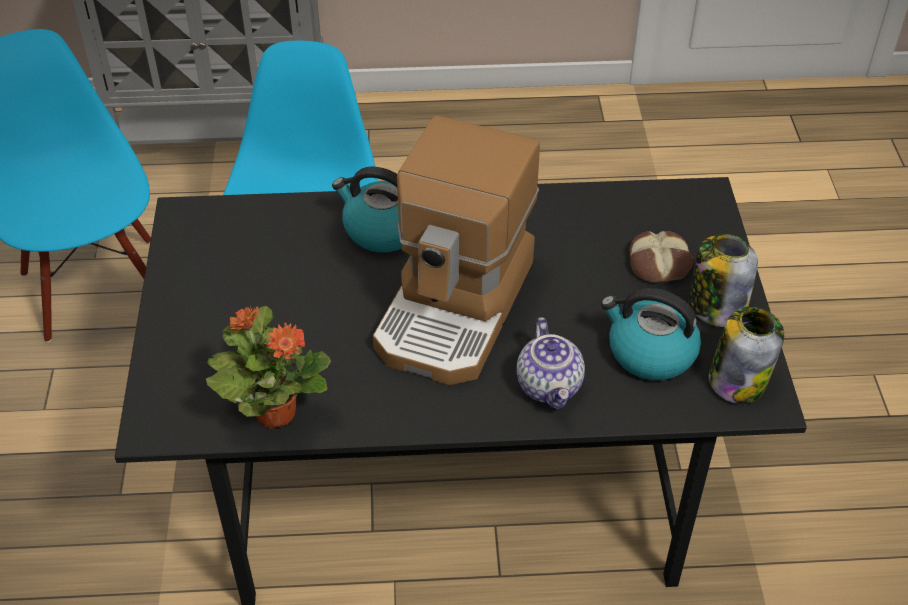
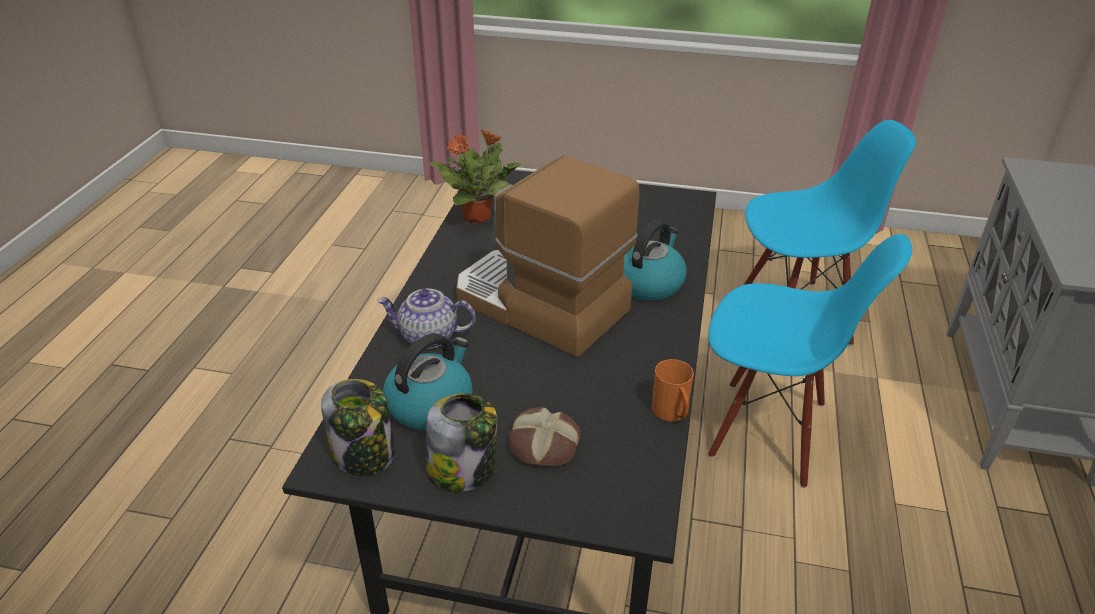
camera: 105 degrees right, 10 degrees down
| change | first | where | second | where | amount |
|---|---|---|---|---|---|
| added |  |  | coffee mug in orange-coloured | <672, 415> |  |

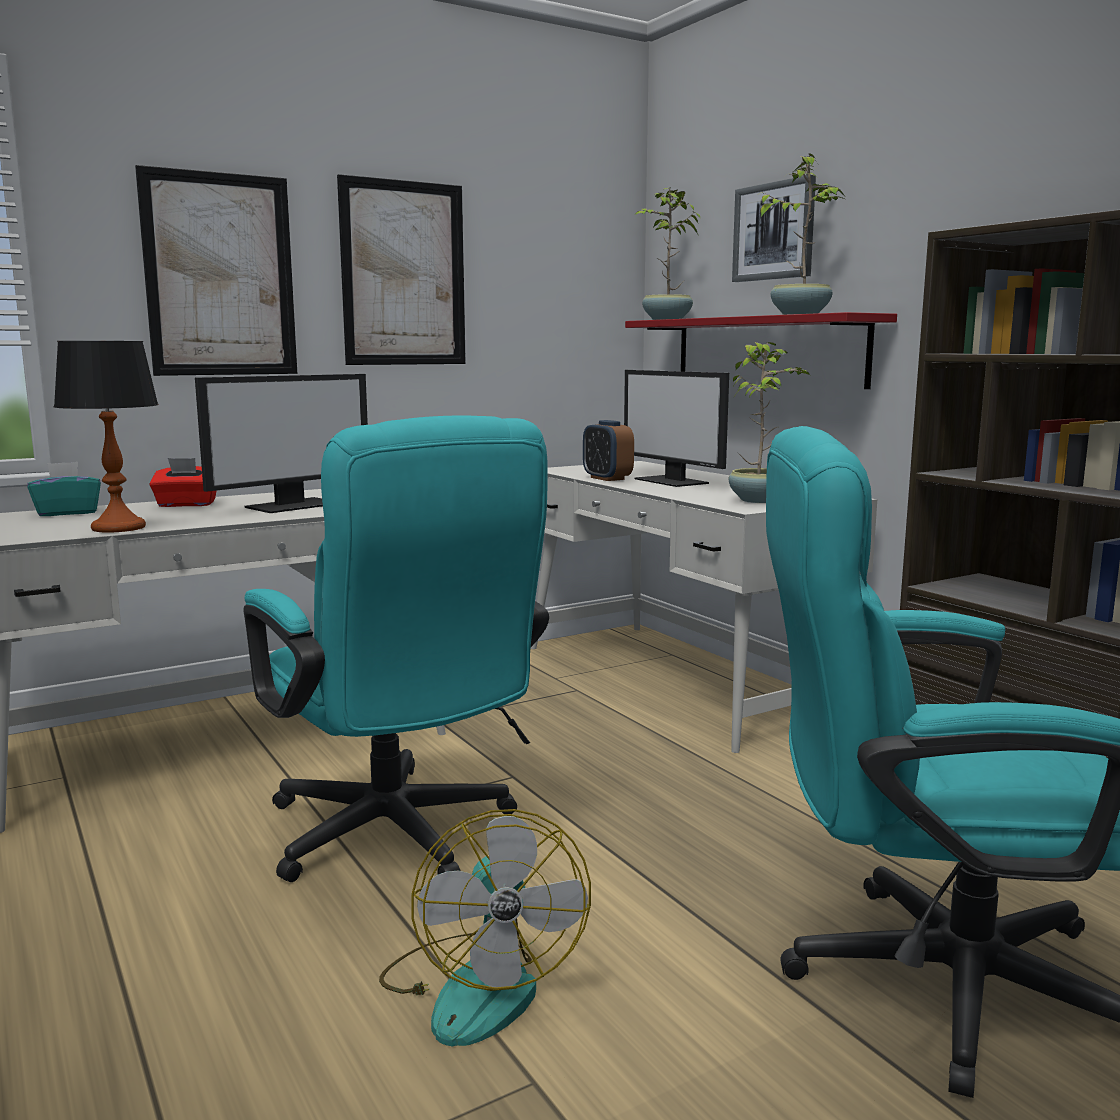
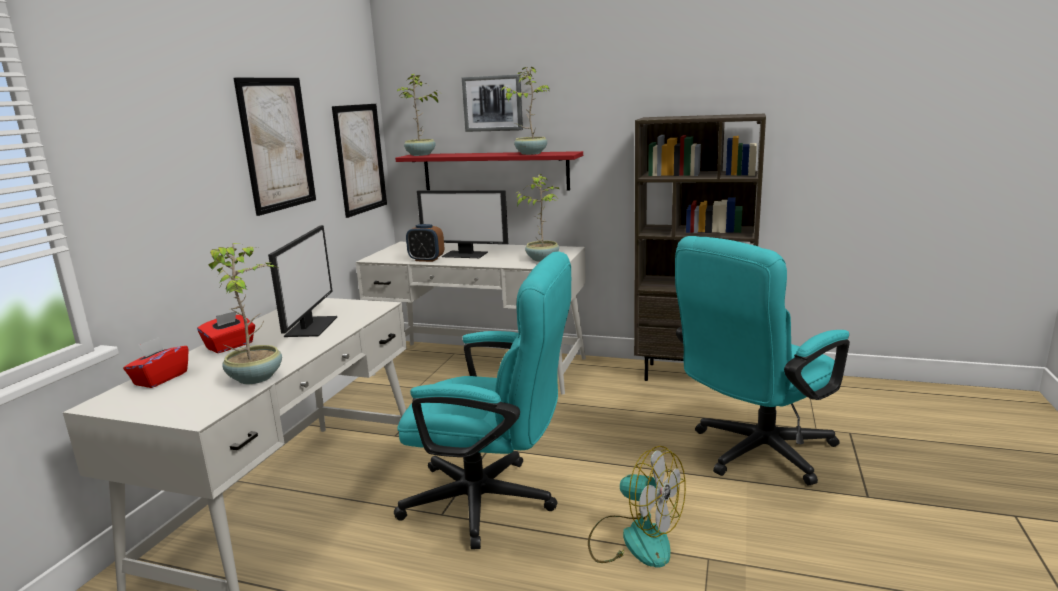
camera: 40 degrees left, 5 degrees up
| change | first | where | second | where | amount |
|---|---|---|---|---|---|
| moved | picture | <220, 275> |  | <360, 159> |  |
| replaced | table lamp | <118, 528> | houseplant | <257, 377> |  |
| recoloured | box of tissues in blue-green | <67, 512> | box of tissues in red-coloured | <160, 378> |  |

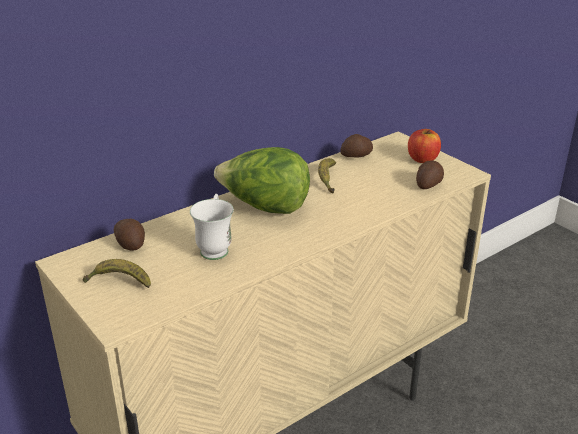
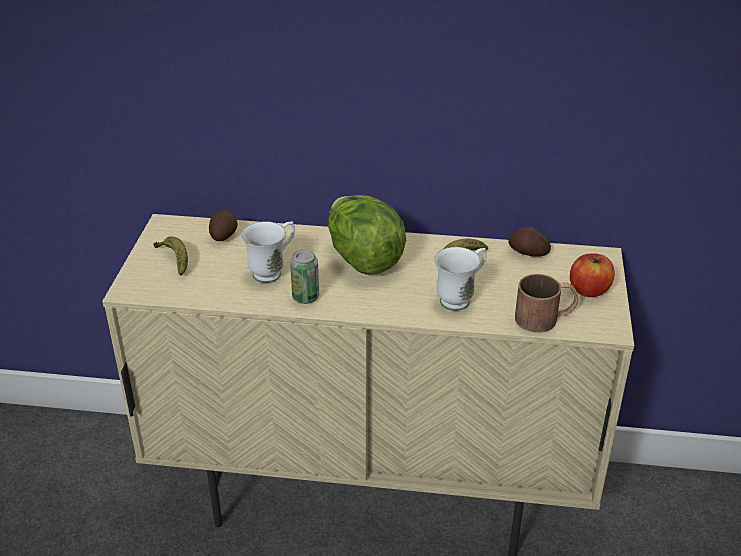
camera: 45 degrees right, 5 degrees up
| change | first | where | second | where | amount |
|---|---|---|---|---|---|
| added |  |  | can | <305, 297> |  |
| added |  |  | coffee mug in white | <460, 298> |  |
| replaced | potato | <428, 184> | coffee mug in brown-coloured | <545, 318> |  |

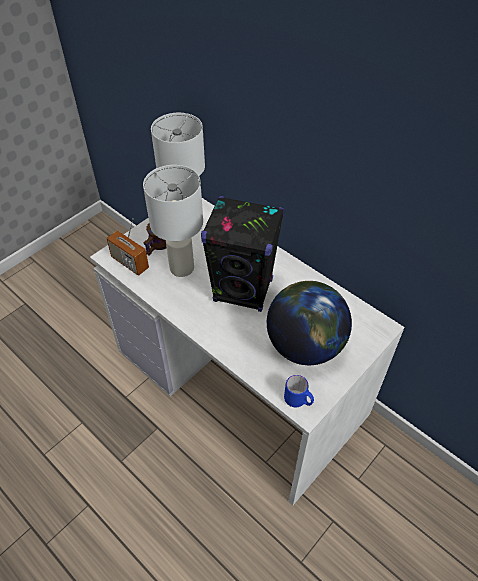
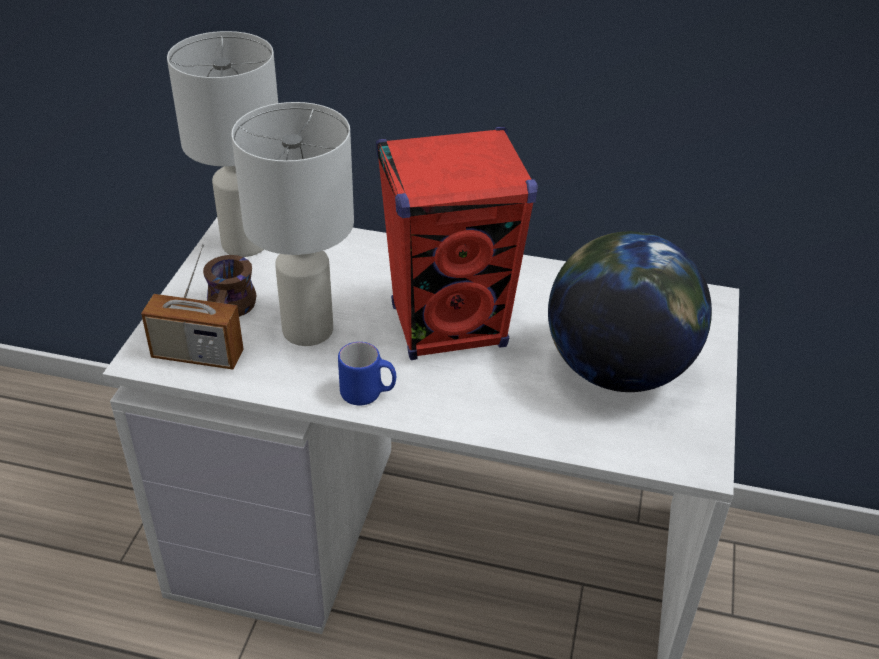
camera: 30 degrees left, 10 degrees down
| change | first | where | second | where | amount |
|---|---|---|---|---|---|
| moved | coffee mug in bluish | <298, 401> |  | <368, 394> |  |
| recoloured | loudspeaker in black-coloured | <243, 291> | loudspeaker in red-coloured | <449, 326> |  |

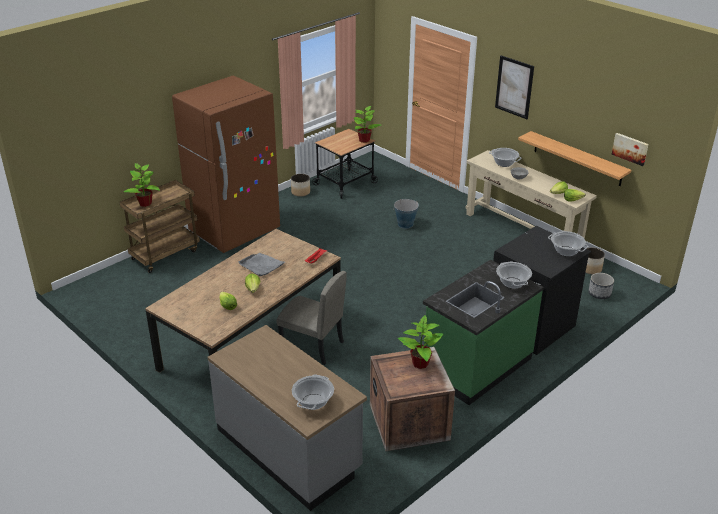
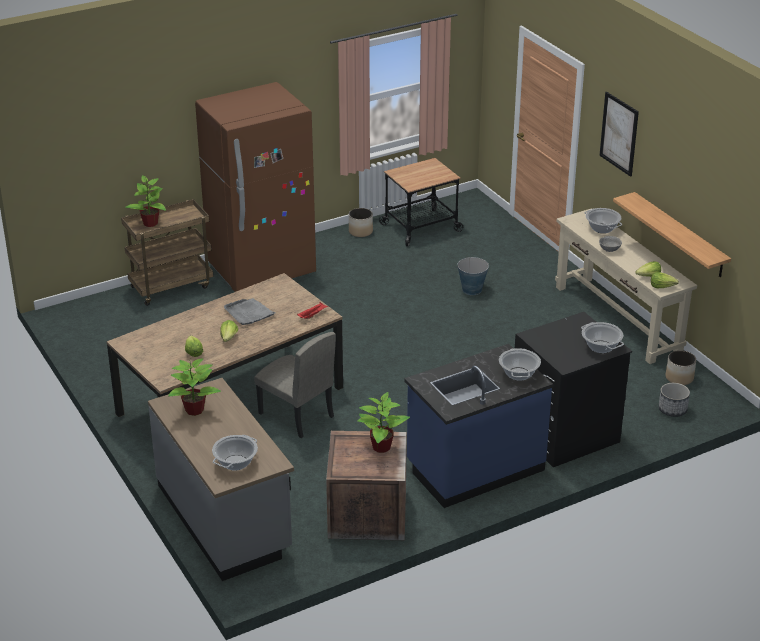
camera: 15 degrees right, 0 degrees up
| change | first | where | second | where | amount |
|---|---|---|---|---|---|
| removed | picture | <630, 148> |  |  |  |
| moved | houseplant | <364, 140> |  | <195, 410> |  |
| recoloured | counter in green-coloured | <476, 365> | counter in bluish | <474, 467> |  |

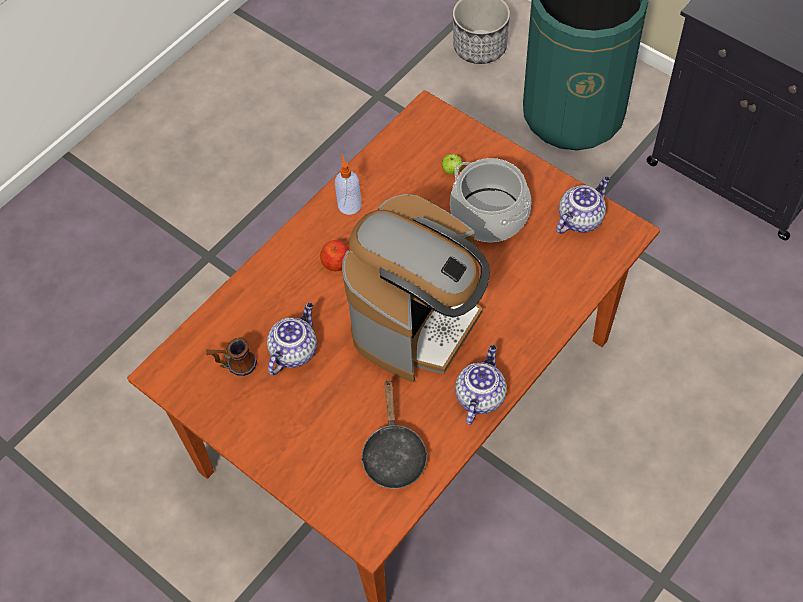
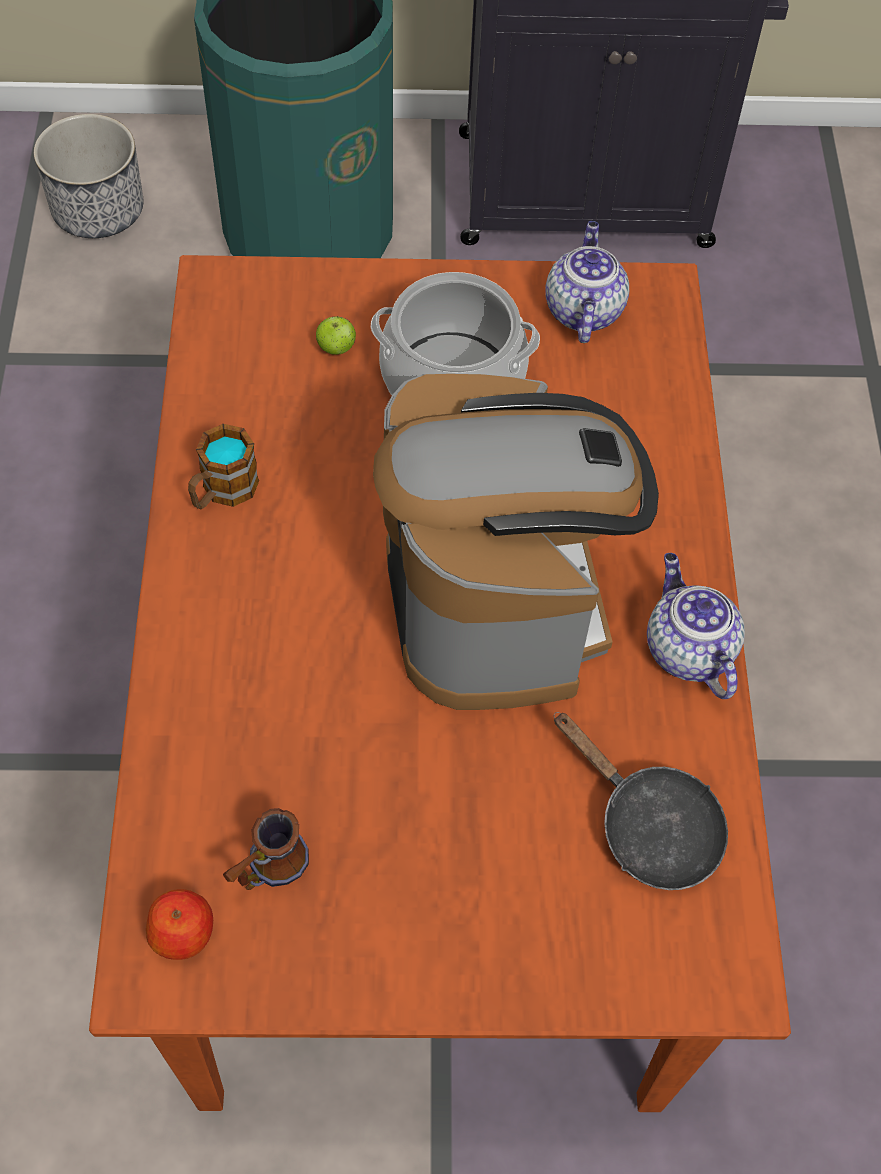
camera: 45 degrees left, 0 degrees up
| change | first | where | second | where | amount |
|---|---|---|---|---|---|
| removed | teapot | <294, 350> |  |  |  |
| moved | apple | <337, 263> |  | <183, 933> |  |
| replaced | soap bottle | <349, 204> | coffee mug | <222, 492> |  |

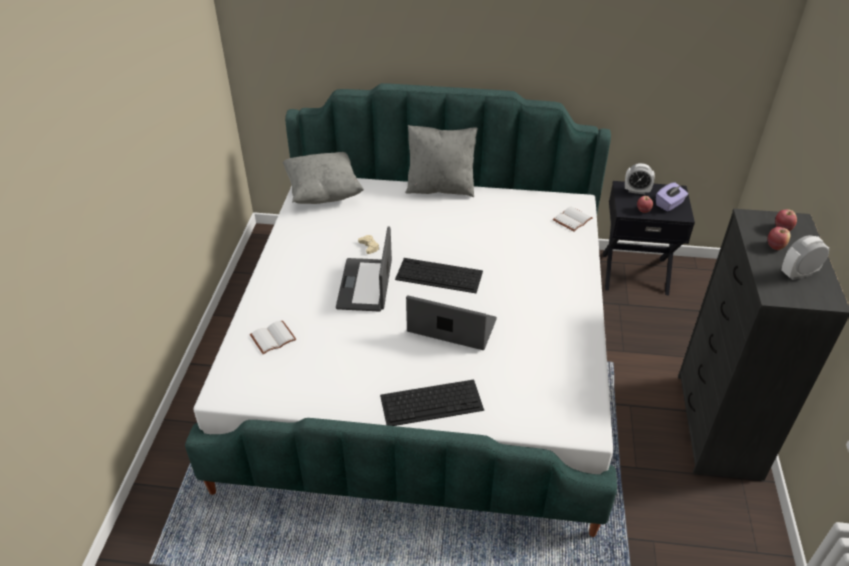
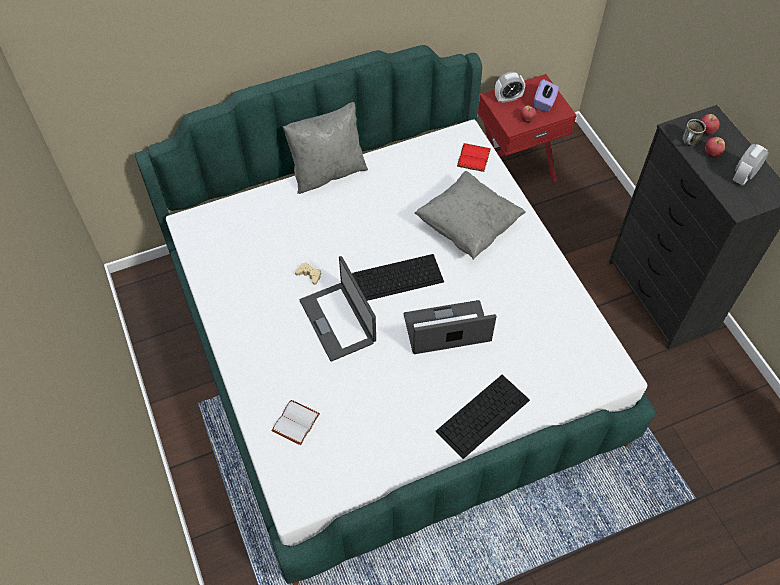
camera: 30 degrees left, 15 degrees up
| change | first | where | second | where | amount |
|---|---|---|---|---|---|
| added |  |  | coffee mug | <689, 144> |  |
| moved | throw pillow in gray | <323, 193> |  | <468, 227> |  |
| recoloured | bound book in white | <572, 219> | bound book in red-coloured | <472, 157> |  |
| recoloured | nightstand in black-coloured | <634, 272> | nightstand in red-coloured | <515, 168> |  |

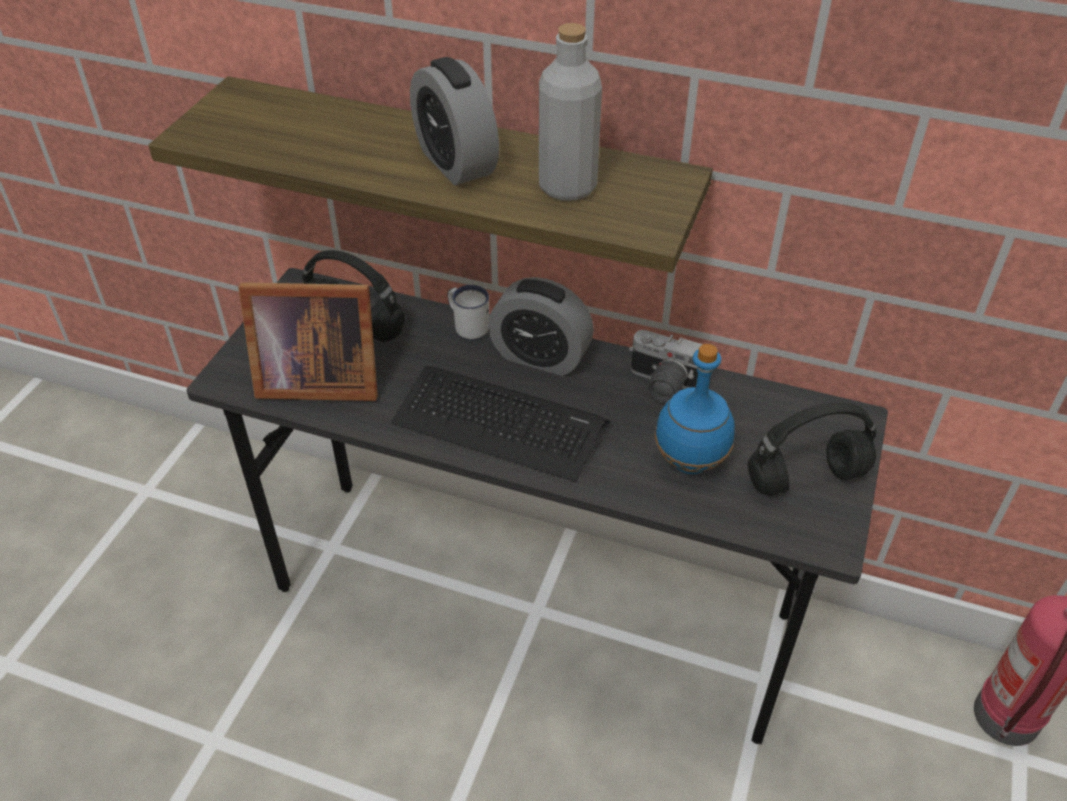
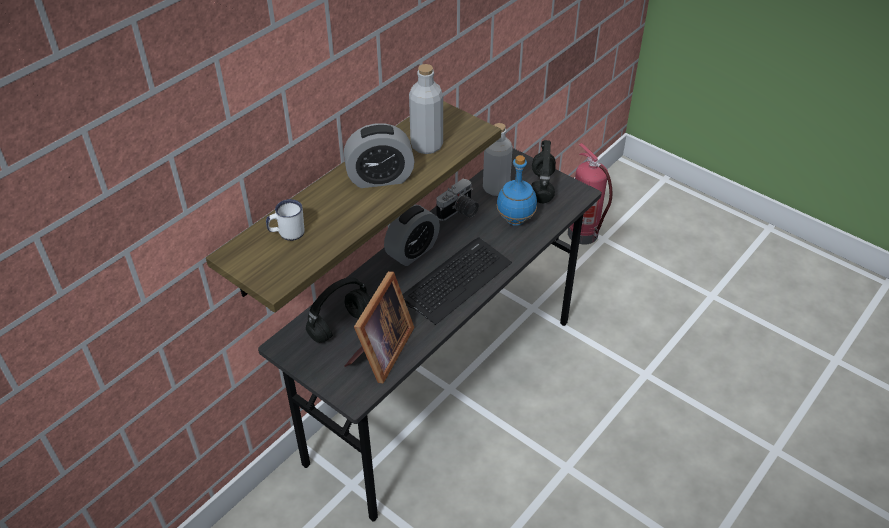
camera: 70 degrees left, 0 degrees up
| change | first | where | second | where | amount |
|---|---|---|---|---|---|
| added |  |  | drink bottle in gray | <496, 188> |  |
| moved | coffee mug in white | <468, 326> |  | <287, 233> |  |

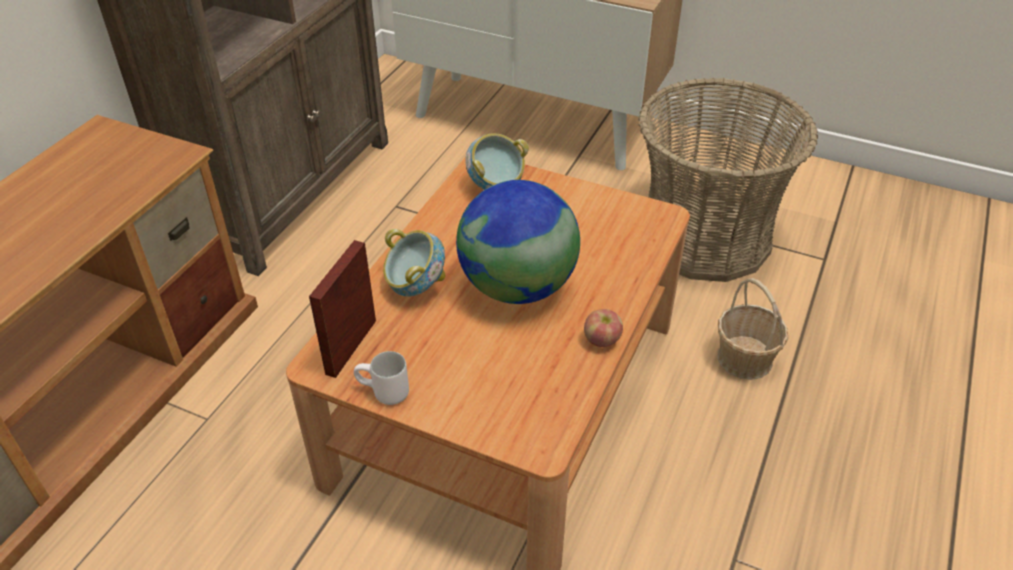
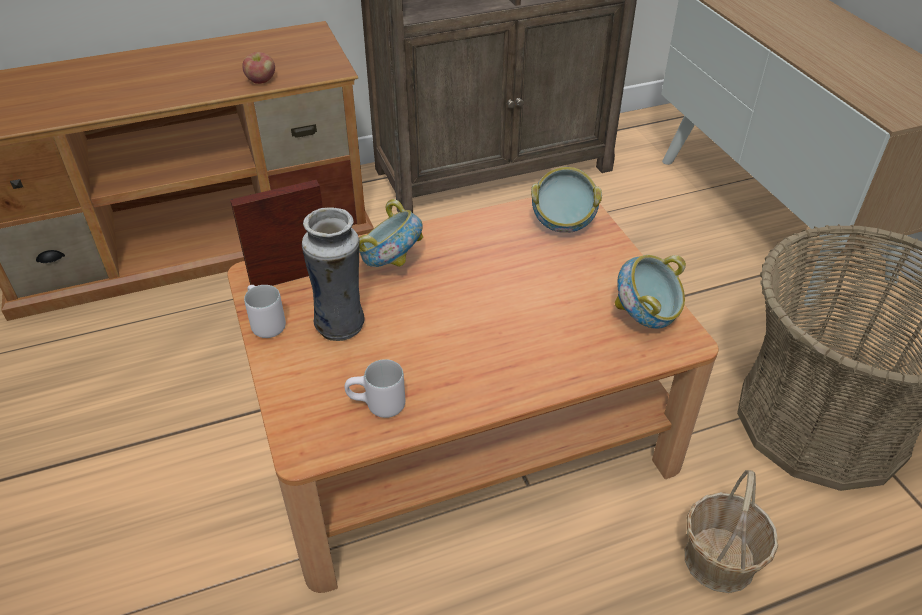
camera: 45 degrees right, 0 degrees up
| change | first | where | second | where | amount |
|---|---|---|---|---|---|
| removed | desk globe | <517, 287> |  |  |  |
| added |  |  | flower vase | <341, 325> |  |
| added |  |  | coffee mug in white | <377, 407> |  |
| added |  |  | serving bowl | <645, 318> |  |
| moved | apple | <602, 340> |  | <261, 81> |  |

